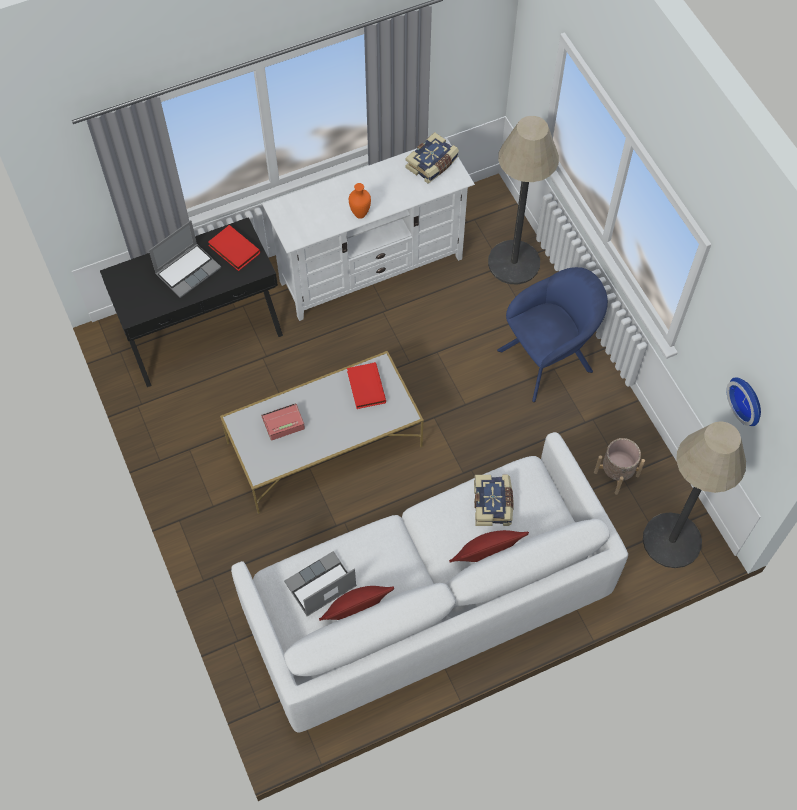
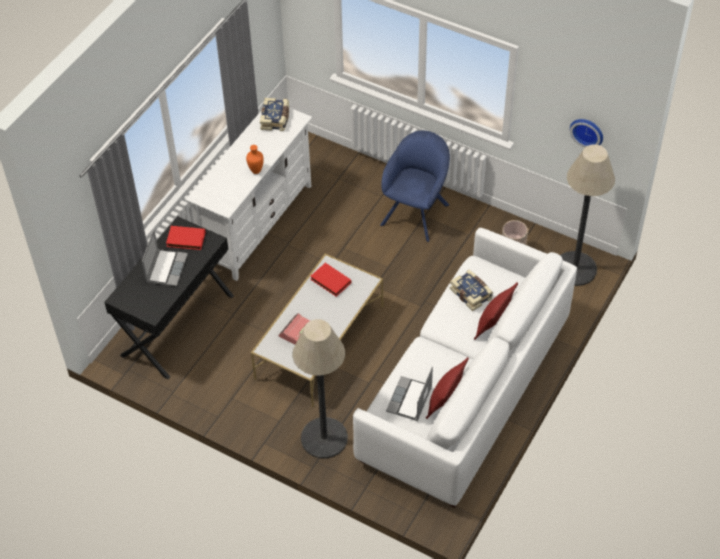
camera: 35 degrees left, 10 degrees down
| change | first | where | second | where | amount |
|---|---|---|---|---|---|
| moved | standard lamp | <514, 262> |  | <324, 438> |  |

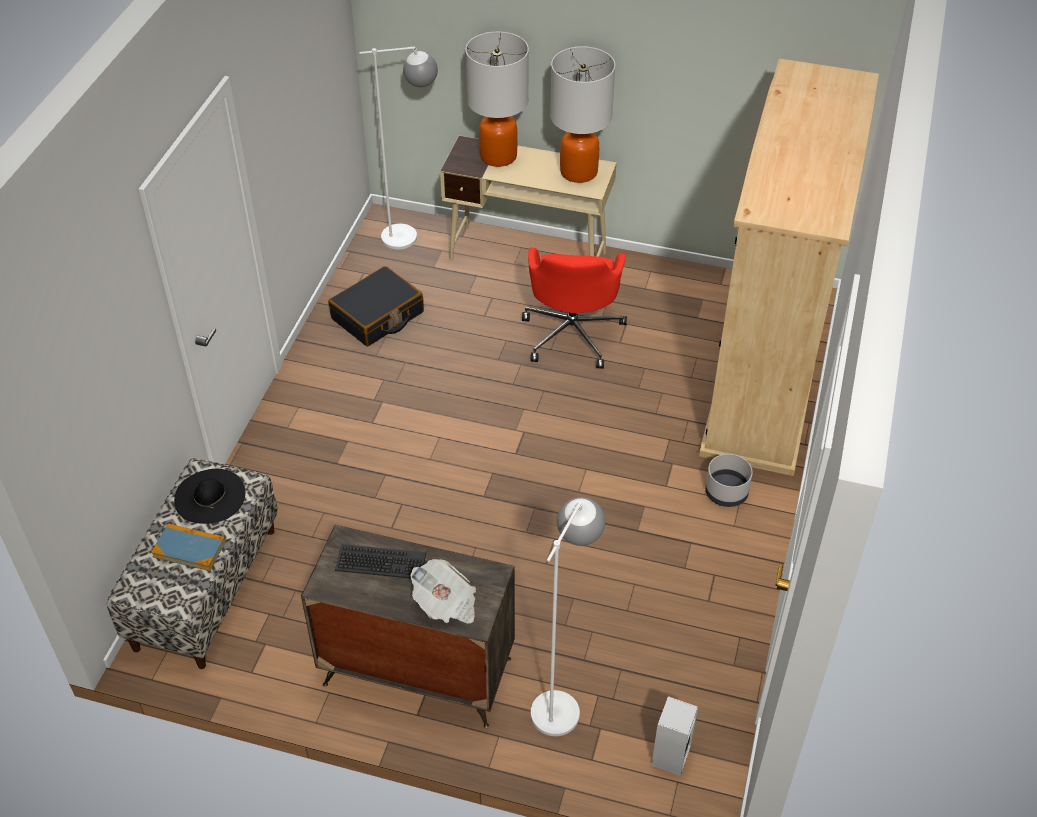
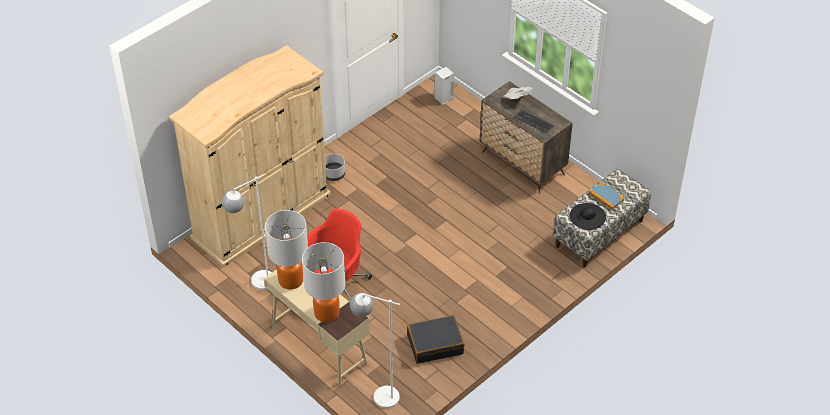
camera: 150 degrees left, 0 degrees up
| change | first | where | second | where | amount |
|---|---|---|---|---|---|
| moved | standard lamp in white | <561, 699> |  | <255, 284> |  |

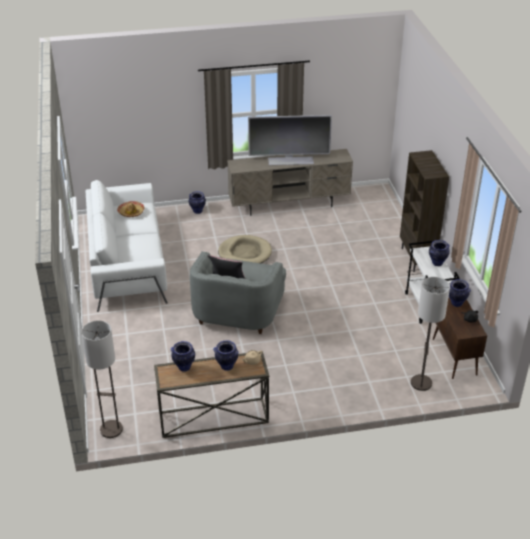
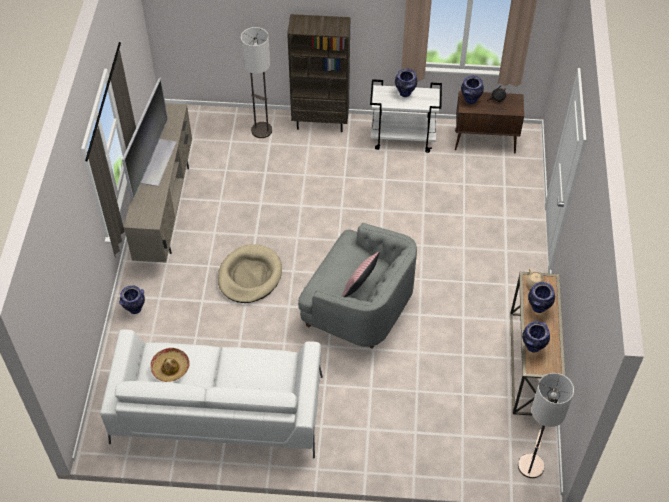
camera: 75 degrees left, 15 degrees up
| change | first | where | second | where | amount |
|---|---|---|---|---|---|
| moved | standard lamp | <421, 383> |  | <262, 130> |  |

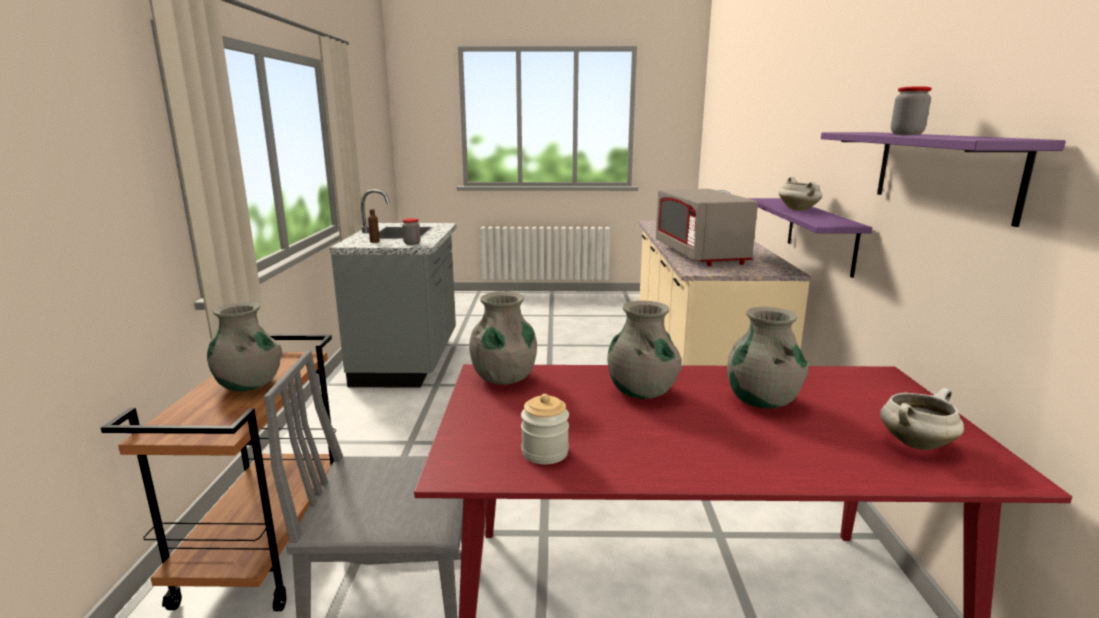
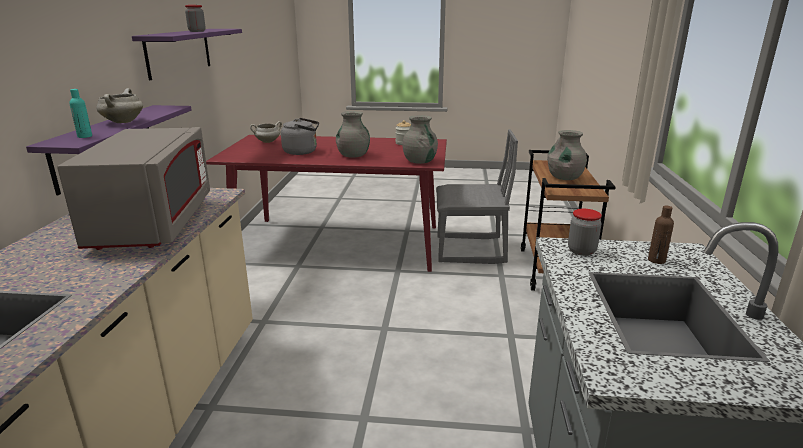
camera: 175 degrees left, 5 degrees up
| change | first | where | second | where | amount |
|---|---|---|---|---|---|
| added |  |  | drink bottle in blue-green | <85, 136> |  |
| replaced | flower vase in gray | <761, 401> | kettle in gray | <302, 152> |  |

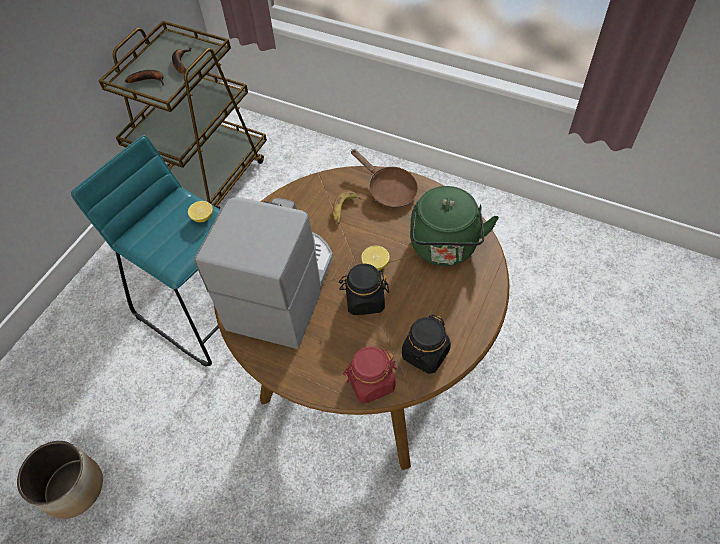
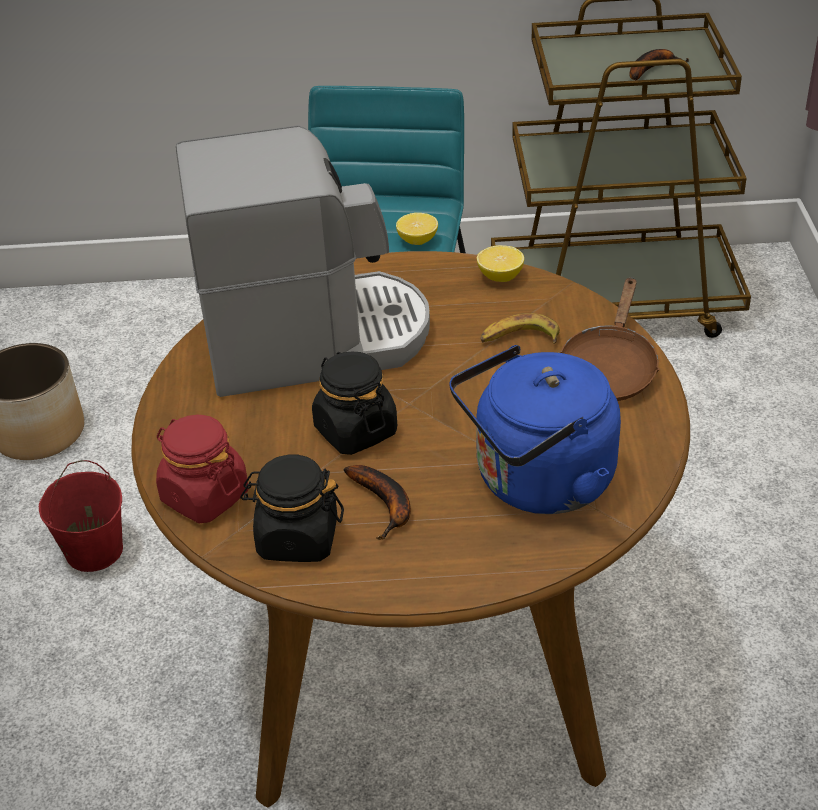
camera: 60 degrees right, 15 degrees down
| change | first | where | second | where | amount |
|---|---|---|---|---|---|
| added |  |  | bucket in red-coloured | <93, 551> |  |
| moved | banana fruit | <149, 80> |  | <385, 505> |  |
| moved | whole lemon | <375, 264> |  | <500, 276> |  |
| recoloured | kettle in green-coloured | <444, 248> | kettle in bluish | <537, 482> |  |

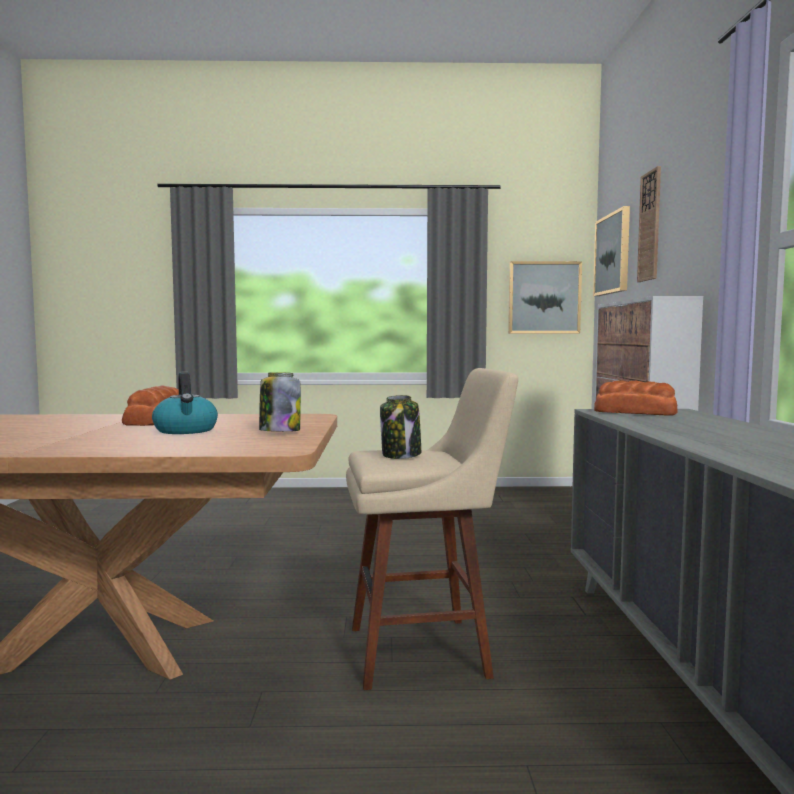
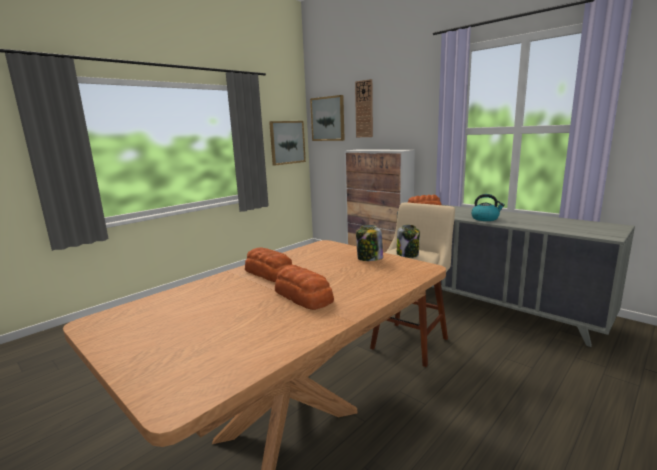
camera: 45 degrees left, 10 degrees up
| change | first | where | second | where | amount |
|---|---|---|---|---|---|
| added |  |  | baked bread | <303, 296> |  |
| moved | kettle | <186, 430> |  | <485, 218> |  |

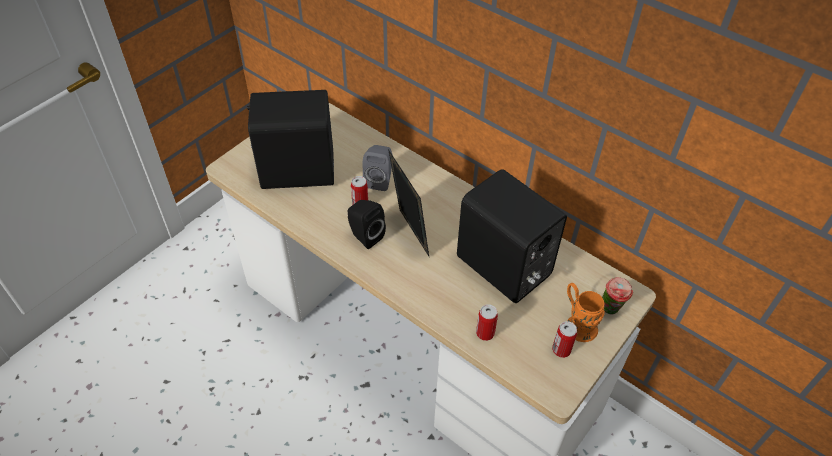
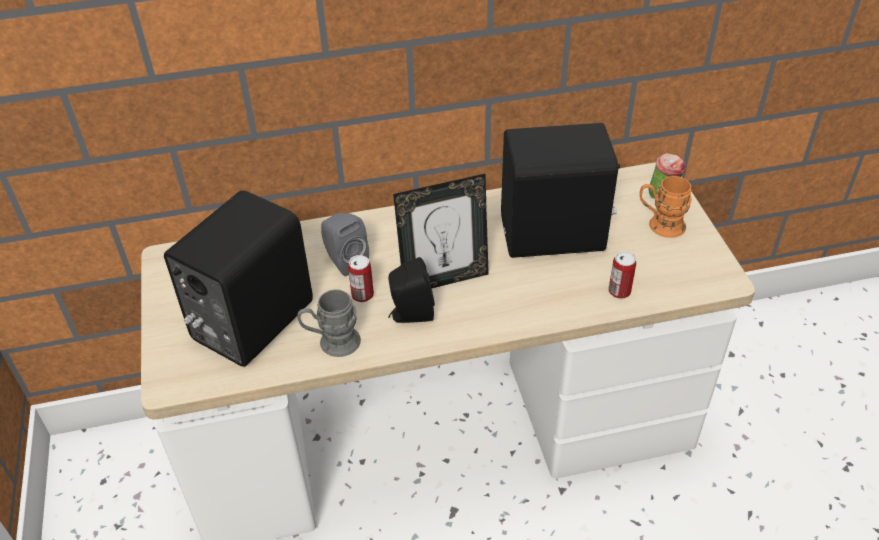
camera: 50 degrees left, 5 degrees down
| change | first | where | second | where | amount |
|---|---|---|---|---|---|
| removed | can | <561, 350> |  |  |  |
| added |  |  | coffee mug in gray | <332, 343> |  |
| turned | standing frame | <409, 235> |  | <444, 279> | 150 degrees clockwise |

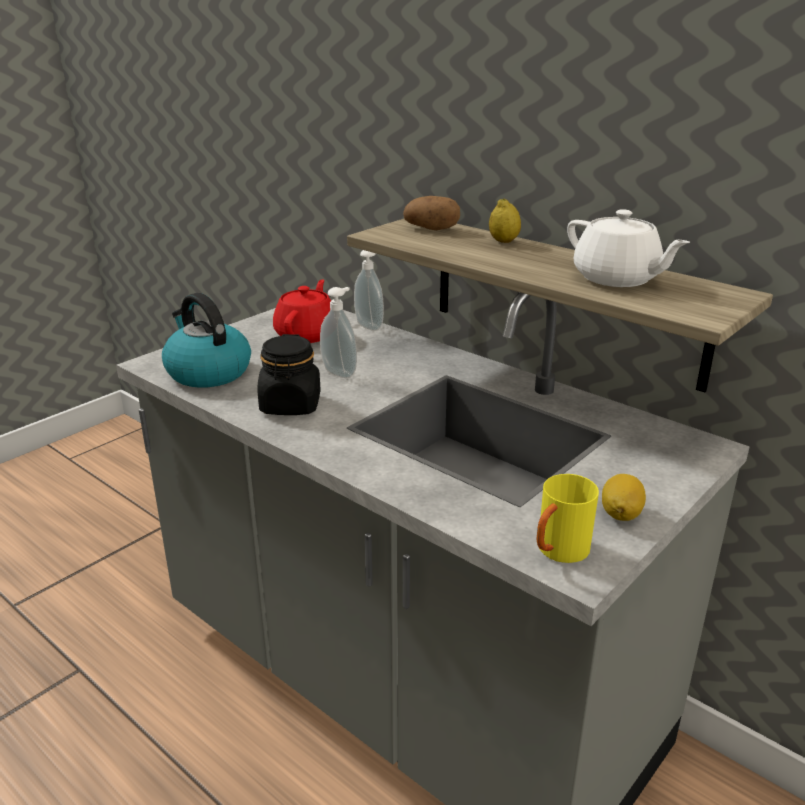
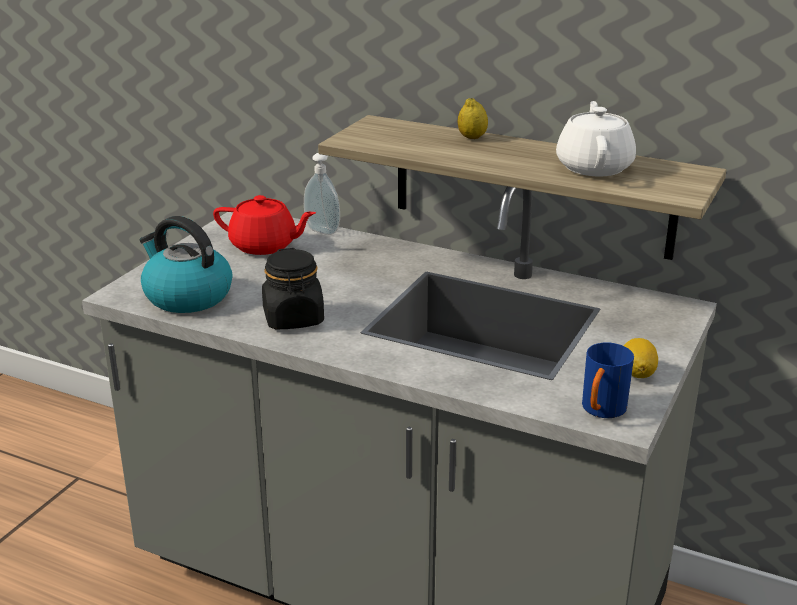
camera: 15 degrees left, 0 degrees up
| change | first | where | second | where | amount |
|---|---|---|---|---|---|
| removed | soap bottle | <341, 372> |  |  |  |
| removed | potato | <432, 229> |  |  |  |
| recoloured | coffee mug in yellowish | <557, 553> | coffee mug in bluish | <601, 411> |  |
| turned | teapot in red-coloured | <307, 334> |  | <264, 246> | 105 degrees clockwise |
| turned | teapot in white | <617, 279> |  | <594, 167> | 120 degrees counterclockwise |

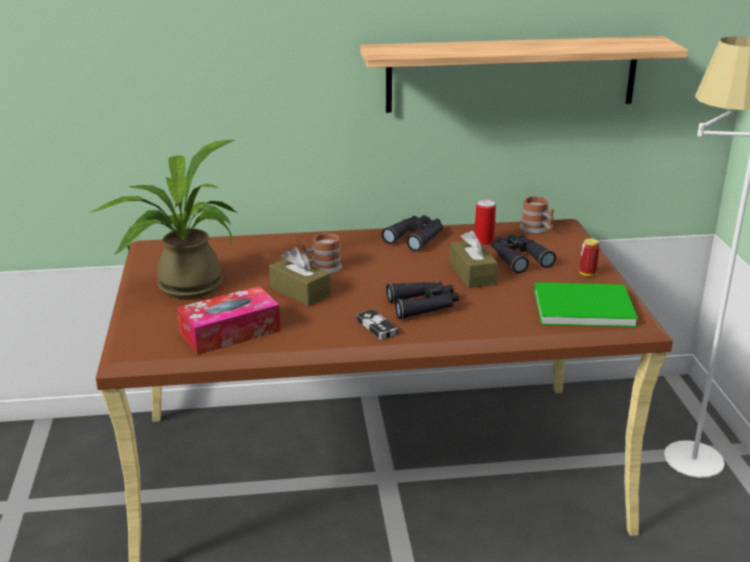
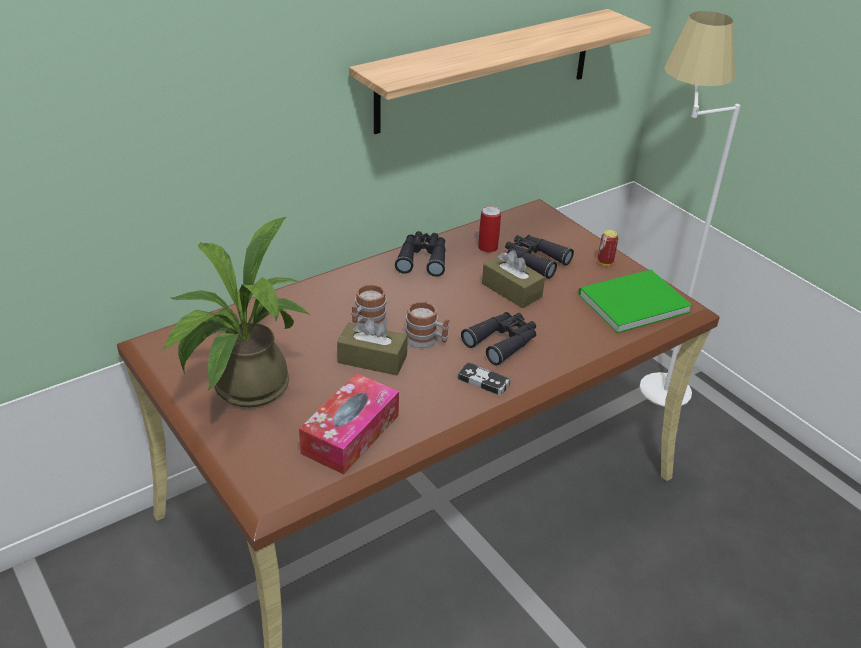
camera: 30 degrees left, 10 degrees up
| change | first | where | second | where | amount |
|---|---|---|---|---|---|
| moved | coffee mug | <537, 230> |  | <426, 340> |  |

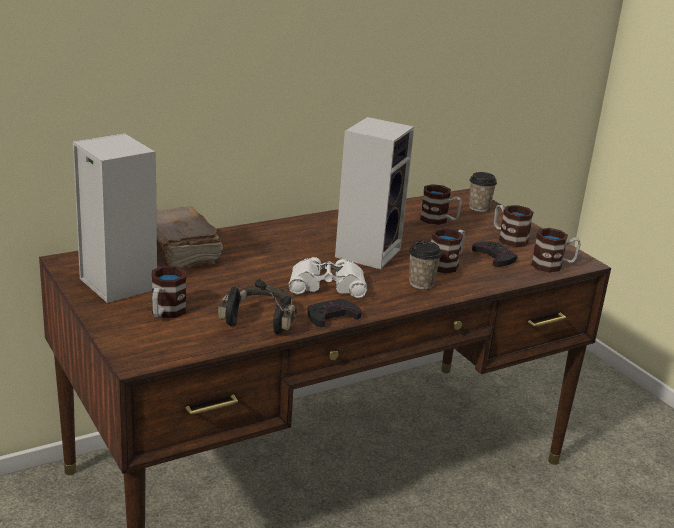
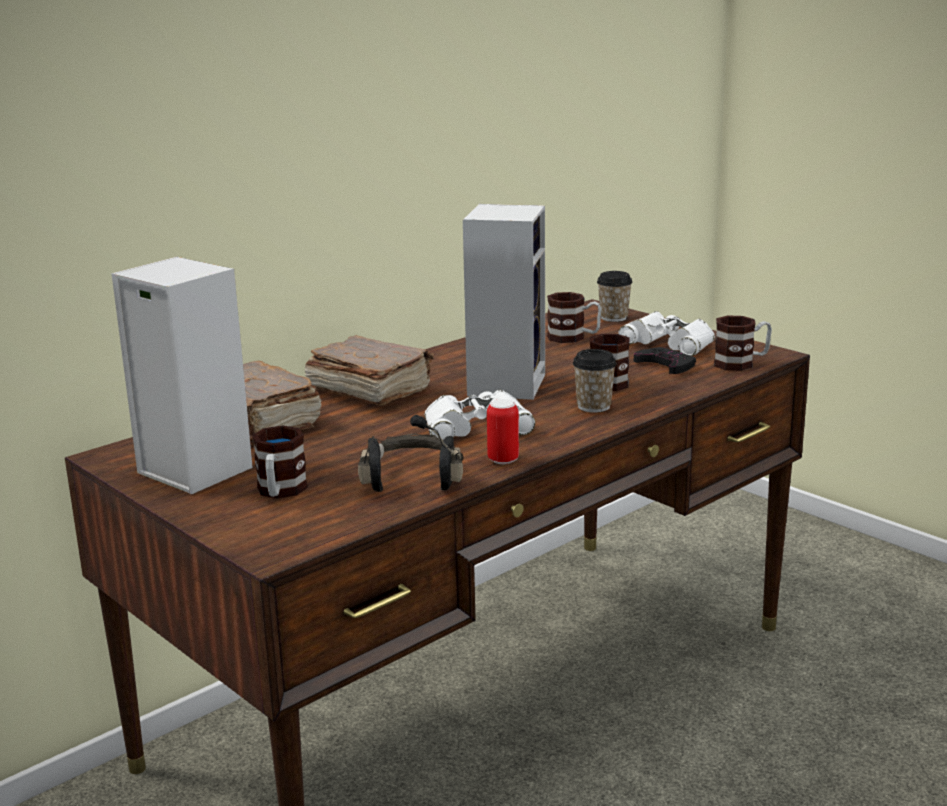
camera: 10 degrees left, 5 degrees down
| change | first | where | second | where | amount |
|---|---|---|---|---|---|
| added |  |  | bound book in brown-coloured | <369, 390> |  |
| replaced | game controller in black-coloured | <332, 316> | can | <503, 460> |  |
| replaced | coffee mug | <508, 238> | binoculars in white | <669, 343> |  |

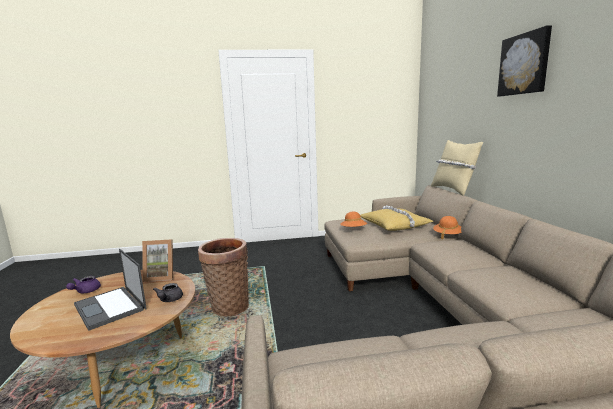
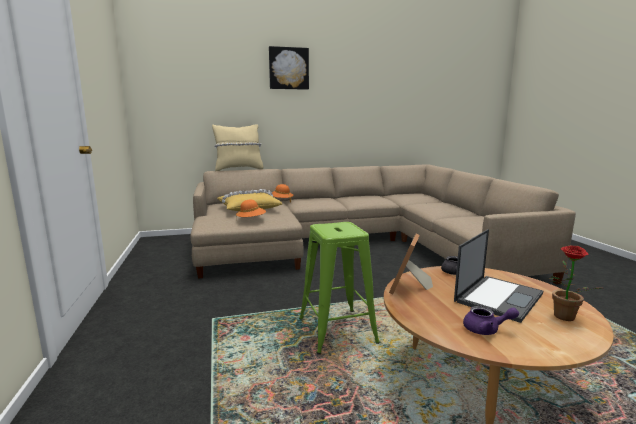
camera: 95 degrees left, 0 degrees up
| change | first | where | second | where | amount |
|---|---|---|---|---|---|
| added |  |  | houseplant | <563, 318> |  |
| replaced | storage basket | <228, 306> | stool in green-coloured | <337, 329> |  |
| turned | standing frame | <161, 276> |  | <408, 288> | 150 degrees counterclockwise |

